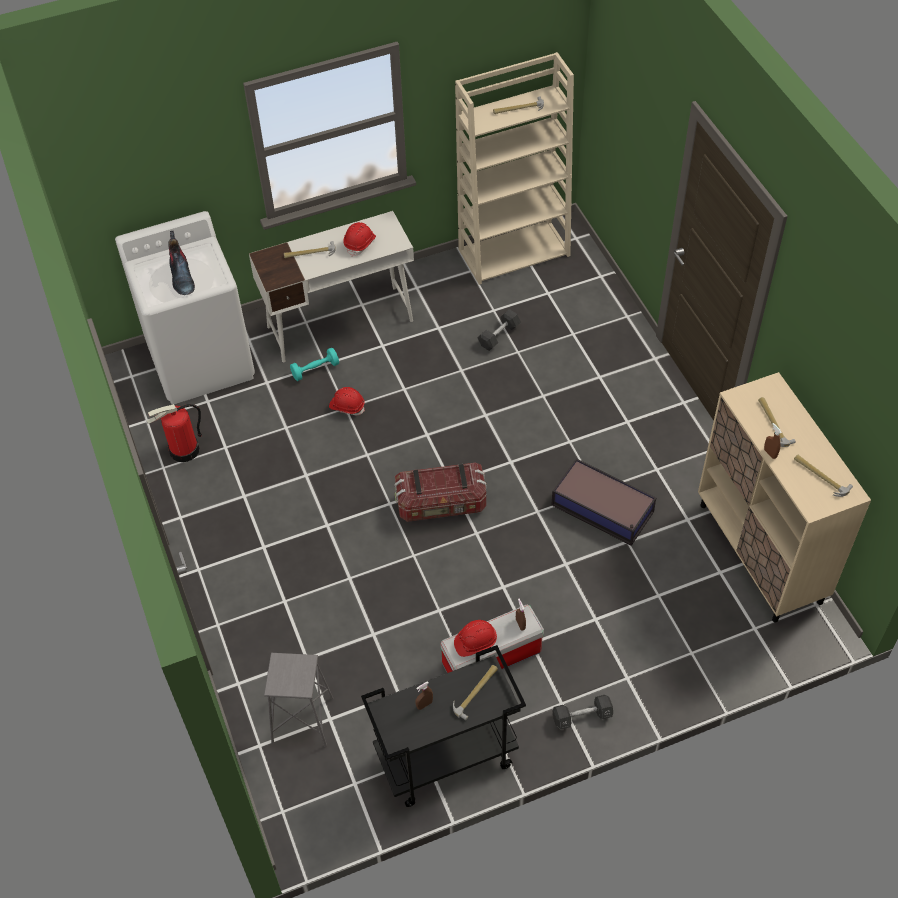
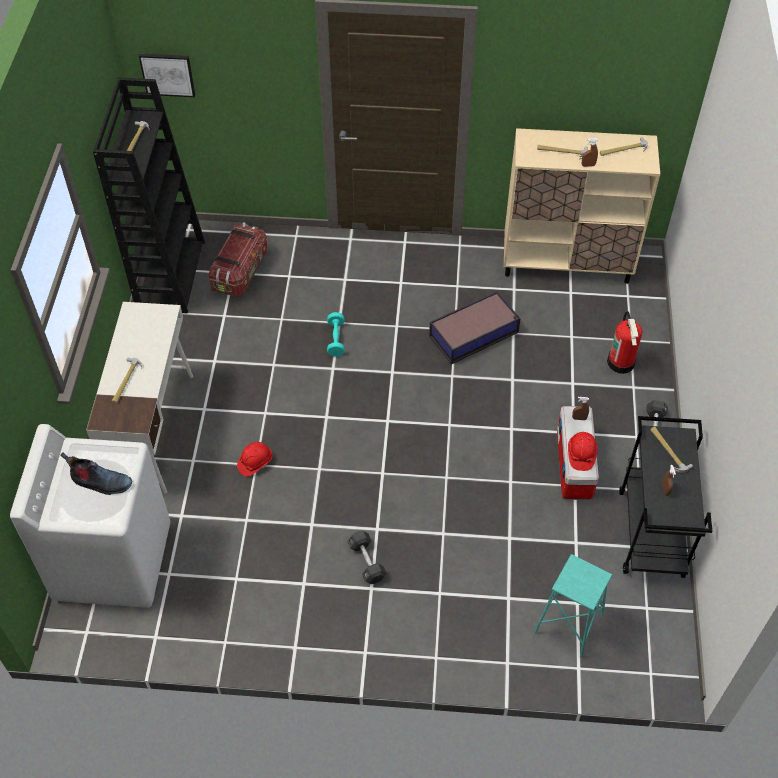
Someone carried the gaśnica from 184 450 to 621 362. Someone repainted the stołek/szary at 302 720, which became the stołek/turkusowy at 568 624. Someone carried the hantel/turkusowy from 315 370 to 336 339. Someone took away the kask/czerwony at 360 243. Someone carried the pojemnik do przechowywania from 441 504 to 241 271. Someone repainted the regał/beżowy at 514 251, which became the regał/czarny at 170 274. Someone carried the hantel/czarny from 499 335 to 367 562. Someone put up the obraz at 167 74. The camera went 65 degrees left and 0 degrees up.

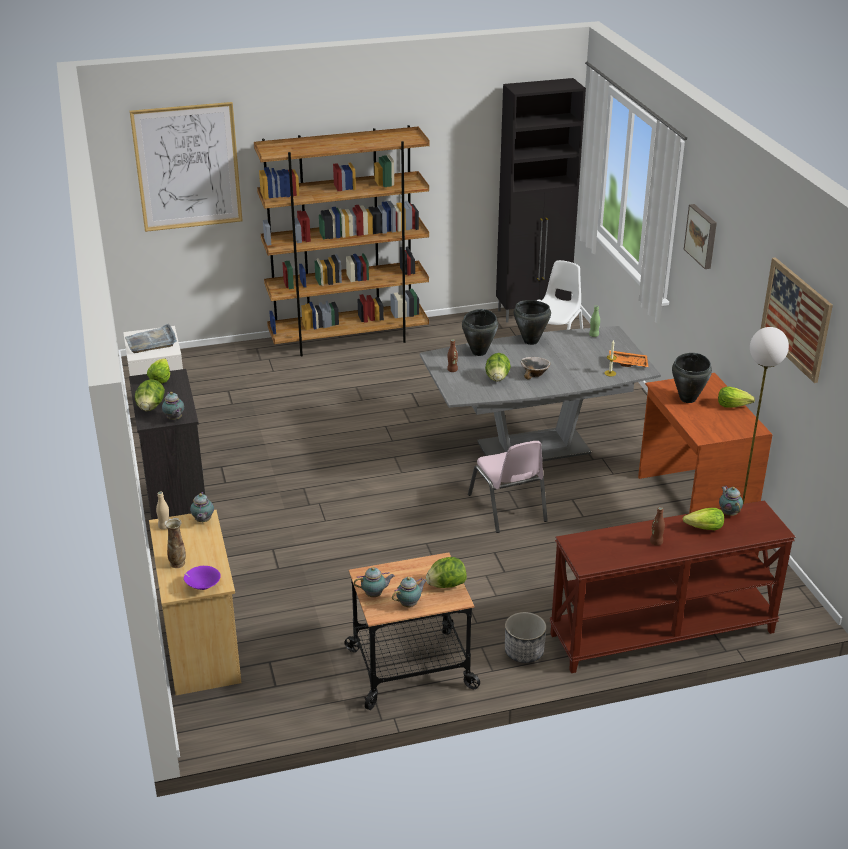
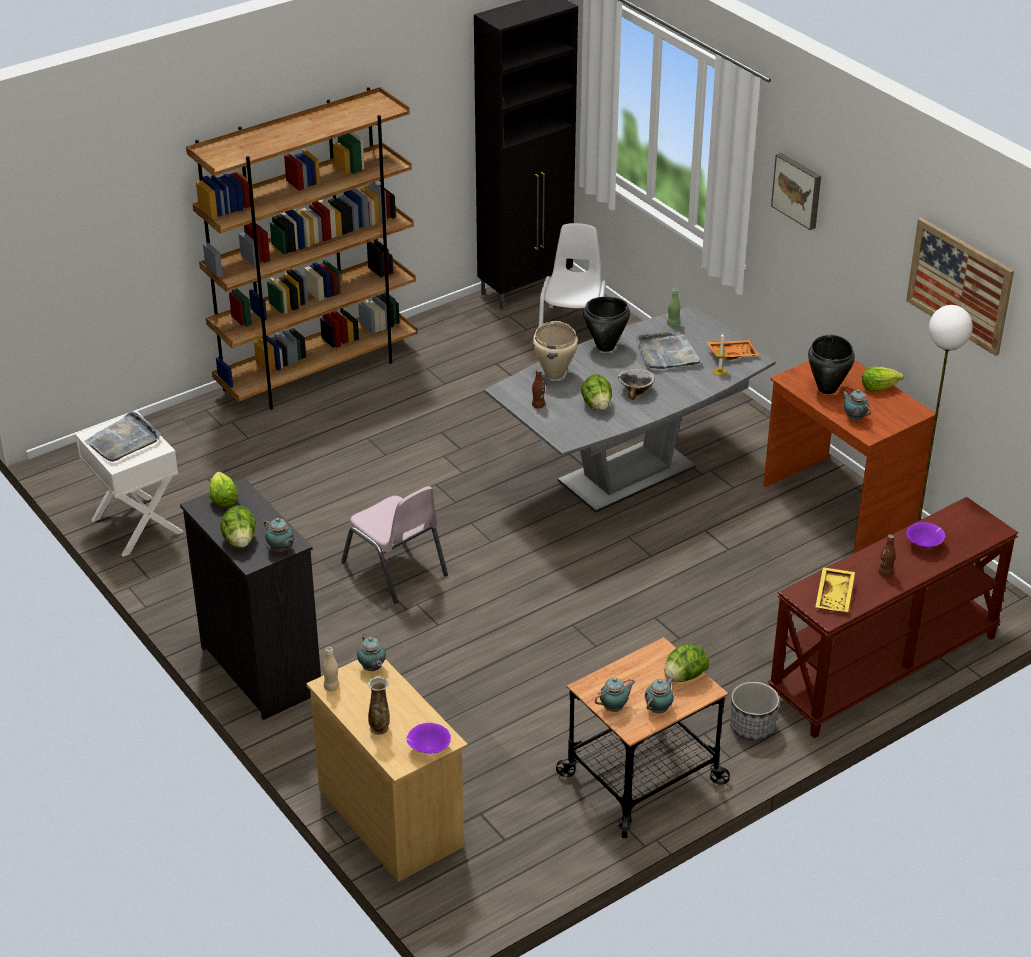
Someone took away the obraz at 187 167. Someone repainted the garnek/czarny at 479 352, which became the garnek/beżowy at 555 374. Someone carried the krzesło/różowy from 507 508 to 395 569. Someone swapped the sałata at 704 528 for the miska/fioletowy at 924 545. Someone carried the imbryk from 728 513 to 854 417. Someone put down the taca/szary at 667 354. Someone put down the taca/żółty at 835 596. The camera went 20 degrees left and 5 degrees up.

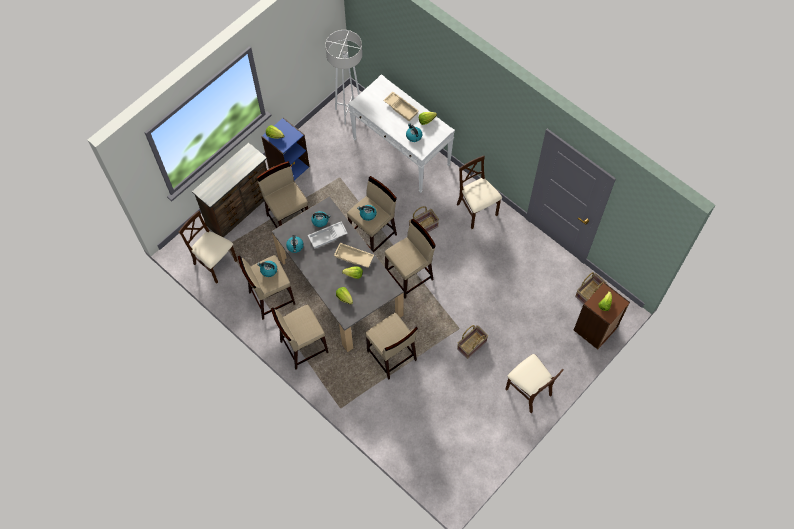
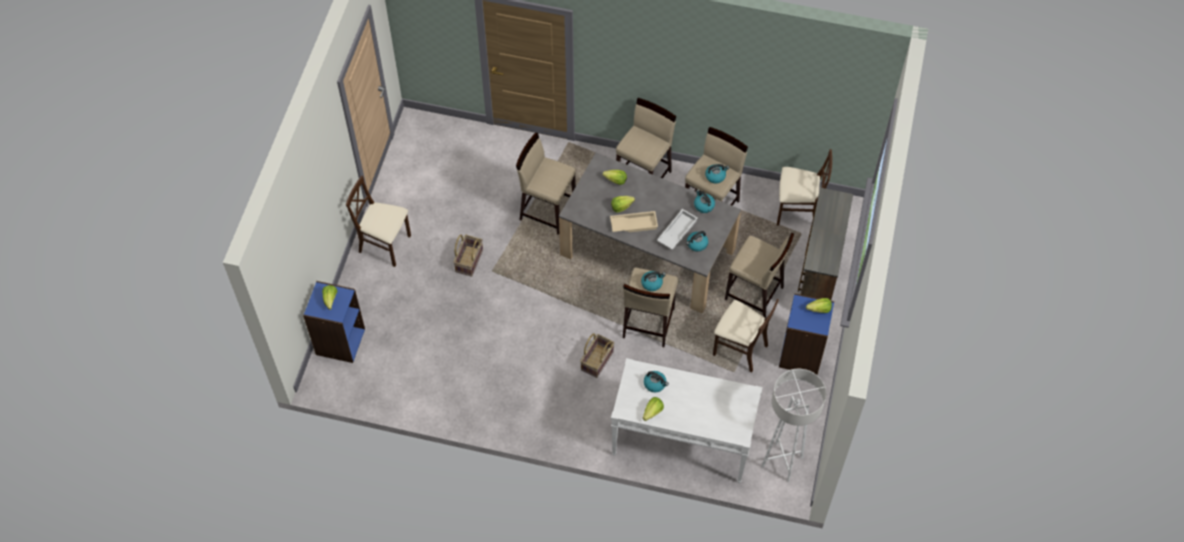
Someone took away the taca/beżowy at 401 108. Someone took away the stołek/beżowy at 409 277. Someone carried the krzesło/beżowy from 476 210 to 740 349. Someone repainted the regał/brązowy at 595 329, which became the regał/niebieski at 340 341. Someone took away the koszyk at 589 293. The camera went 150 degrees right and 5 degrees down.

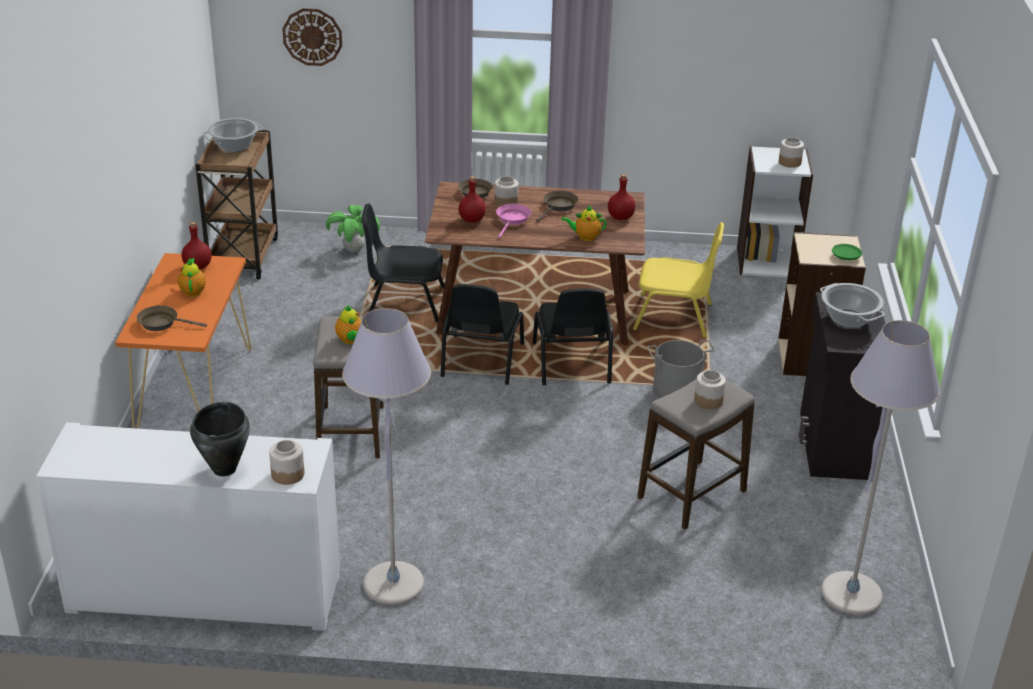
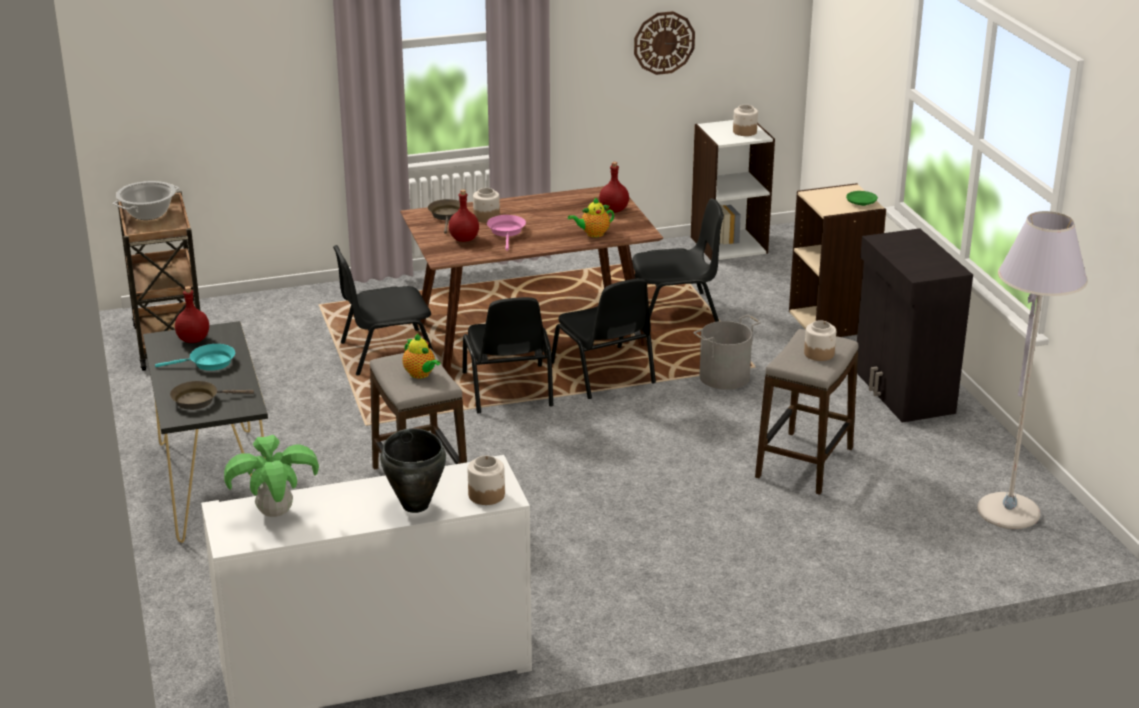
Someone repainted the stolik konsolowy/pomarańczowy at 195 390, which became the stolik konsolowy/czarny at 215 483. Someone swapped the imbryk at 193 291 for the patelnia/turkusowy at 208 363. Someone carried the zegar ścienny from 312 36 to 664 42. Someone carried the roślina doniczkowa from 353 250 to 274 513. Someone took away the lampa stojąca/szary at 393 584. Someone took away the patelnia/brązowy at 558 207. Someone repainted the krzesło/żółty at 674 317, which became the krzesło/czarny at 674 311. Someone took away the garnek at 848 319. The camera went 20 degrees left and 5 degrees down.

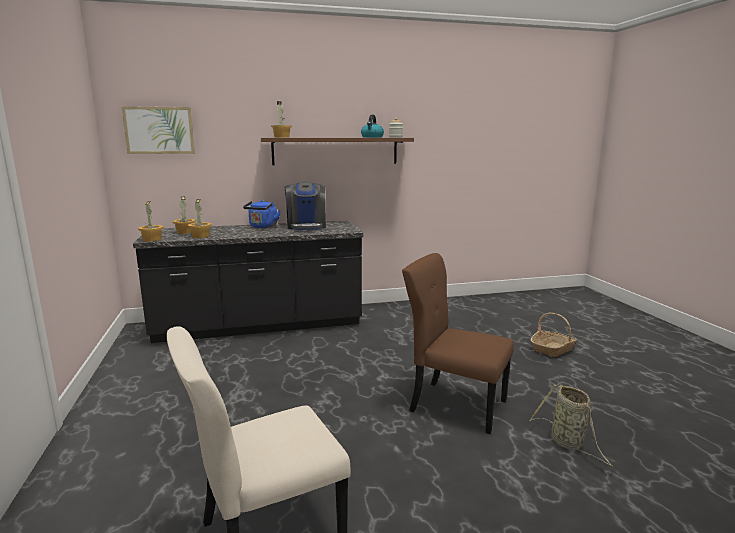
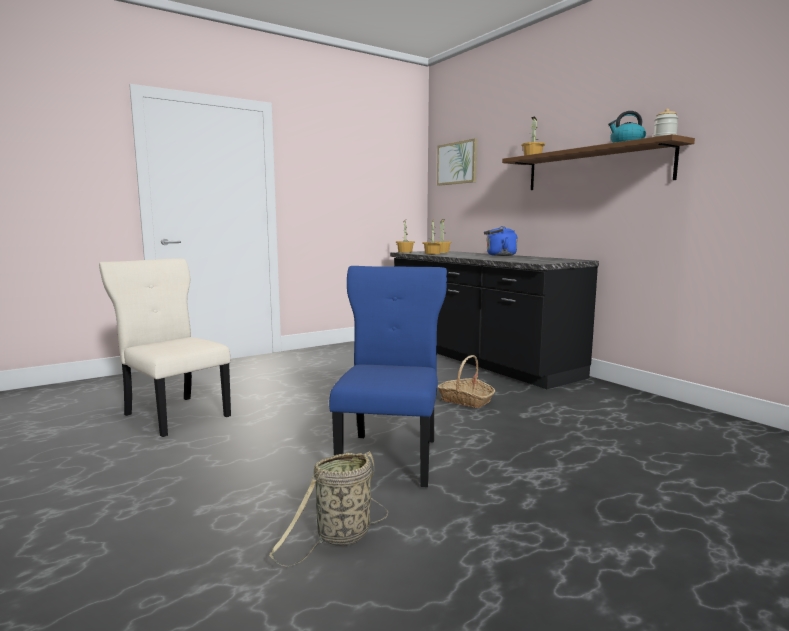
Someone took away the ekspres do kawy at 306 226. Someone repainted the krzesło/brązowy at 454 404, which became the krzesło/niebieski at 391 456. Someone carried the koszyk from 552 349 to 466 400. The camera went 70 degrees right and 5 degrees down.

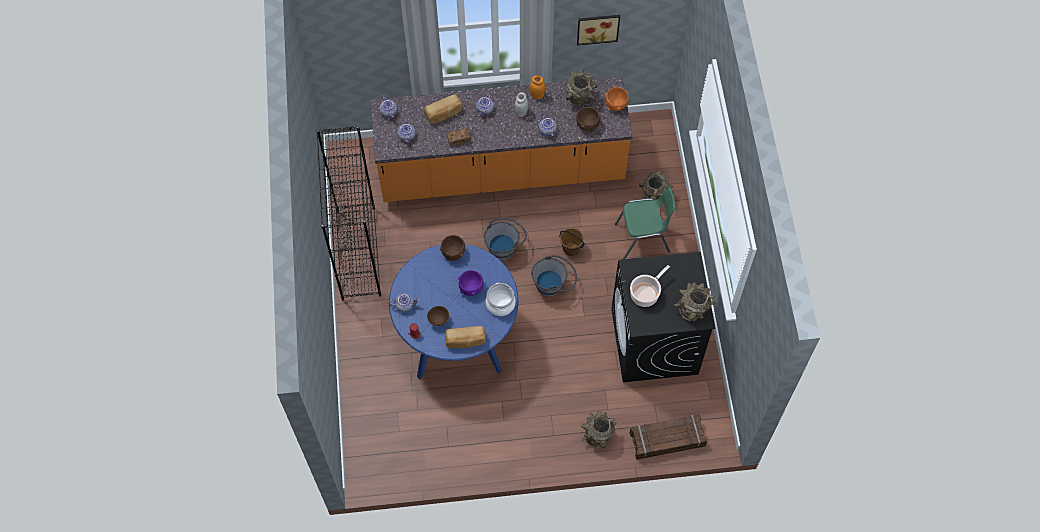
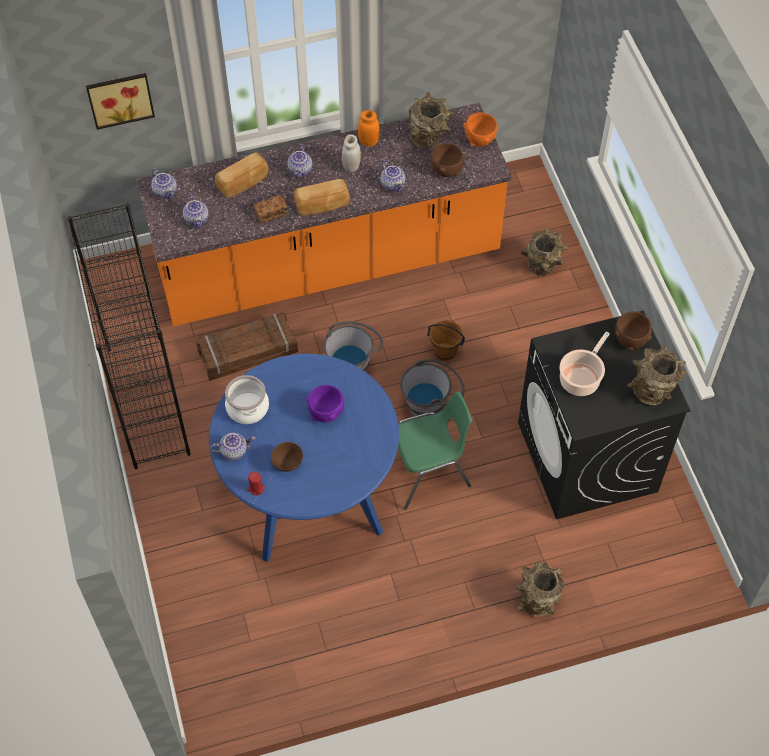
Someone carried the miska/brązowy from 453 253 to 630 340. Someone carried the chleb from 465 341 to 322 205. Someone carried the garnek from 501 304 to 248 407. Someone carried the obraz from 597 27 to 120 98. Someone carried the krzesło/zielony from 643 239 to 428 473. Someone carried the skrzynka from 667 440 to 248 352. The camera went 10 degrees left and 5 degrees down.

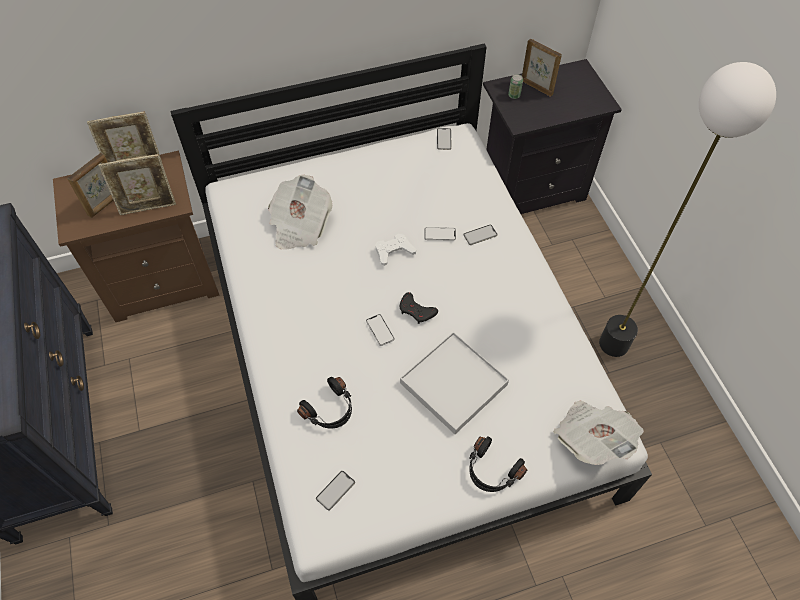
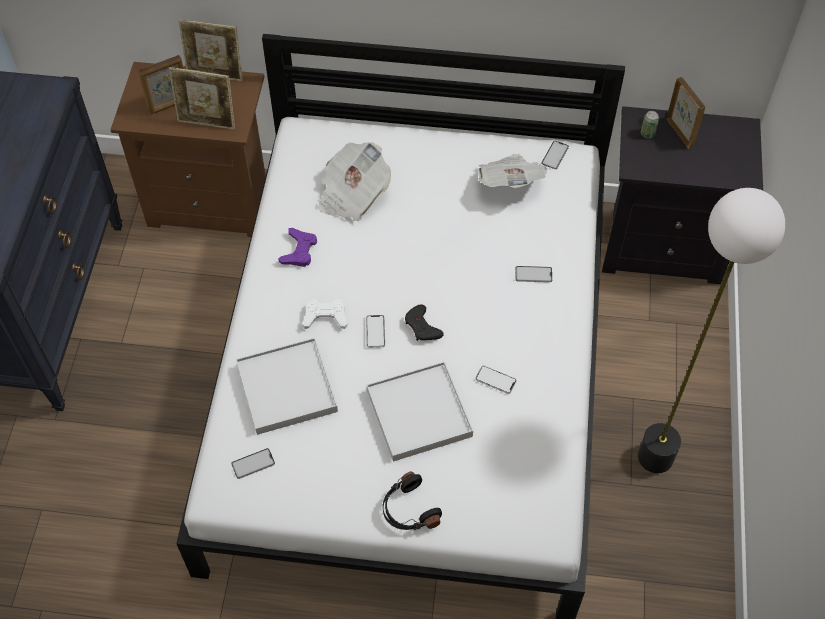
Someone swapped the słuchawki/czarny at 330 410 for the taca/biały at 286 388. Someone carried the pad do gier/biały from 394 251 to 325 317. Someone carried the telefon from 440 234 to 495 380. Someone carried the gazeta from 592 438 to 510 183. Someone put down the pad do gier/fioletowy at 299 251. The camera went 25 degrees right and 0 degrees up.

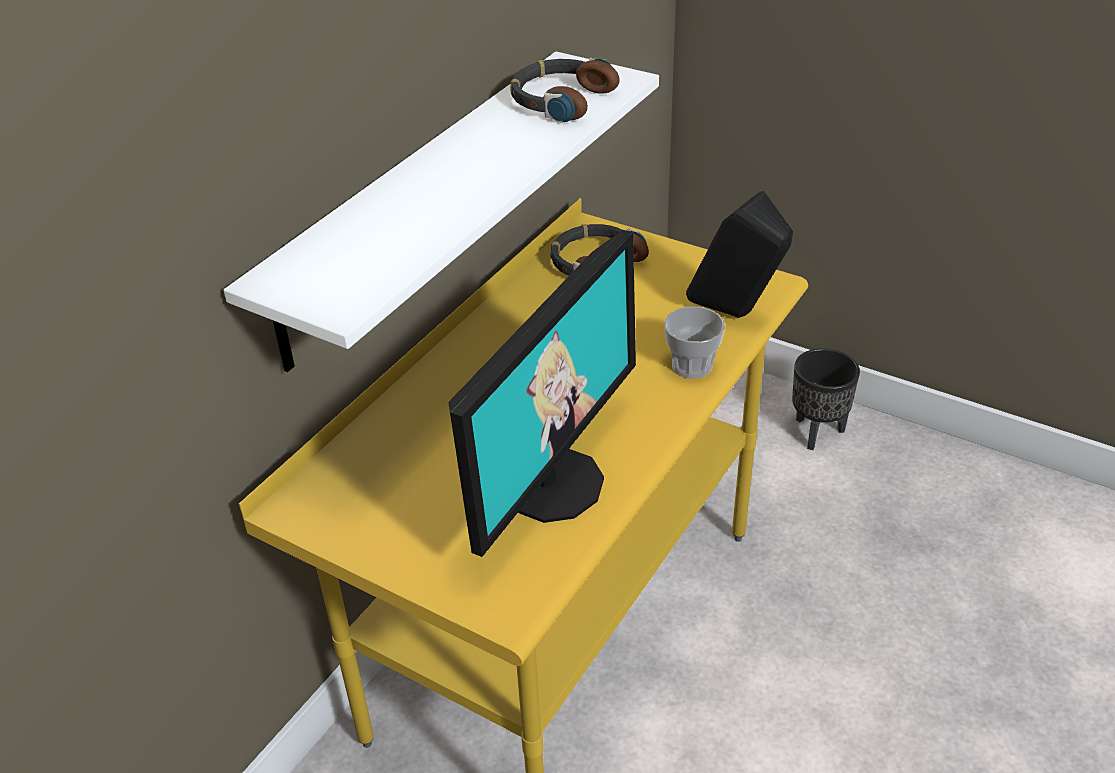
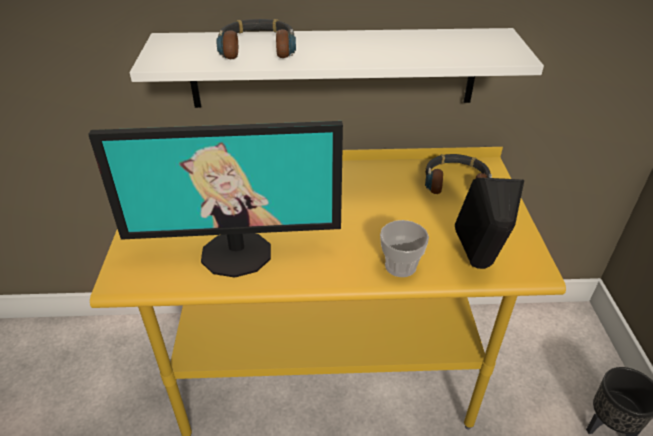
Someone carried the słuchawki from 560 100 to 258 48. The camera went 55 degrees right and 0 degrees up.

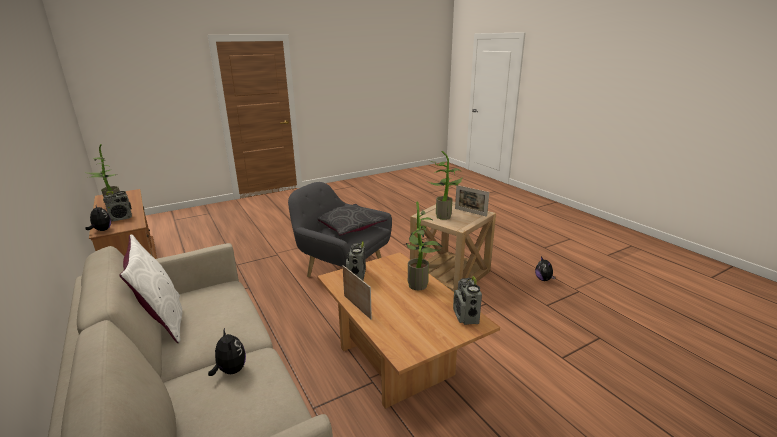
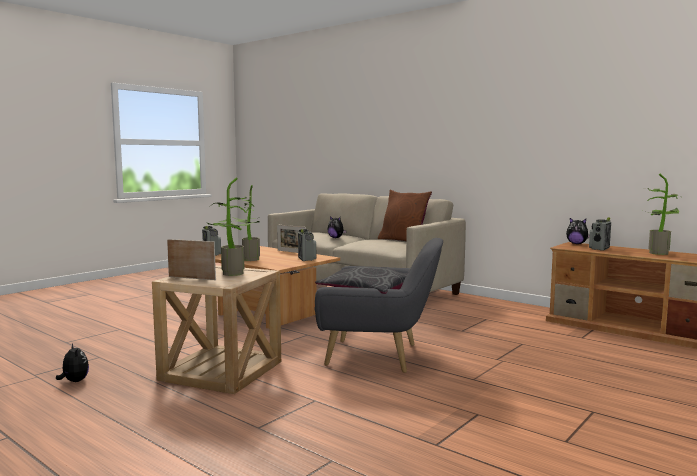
Someone repainted the poduszka/biały at 163 321, which became the poduszka/brązowy at 403 241. The camera went 160 degrees right and 15 degrees down.

